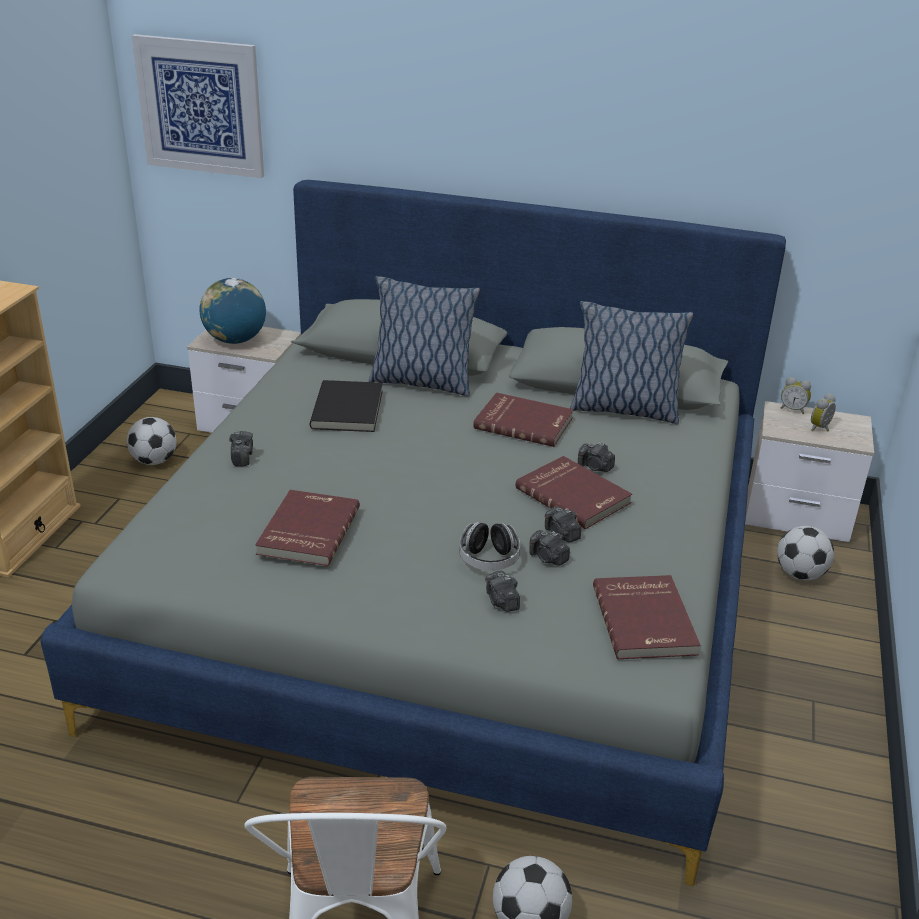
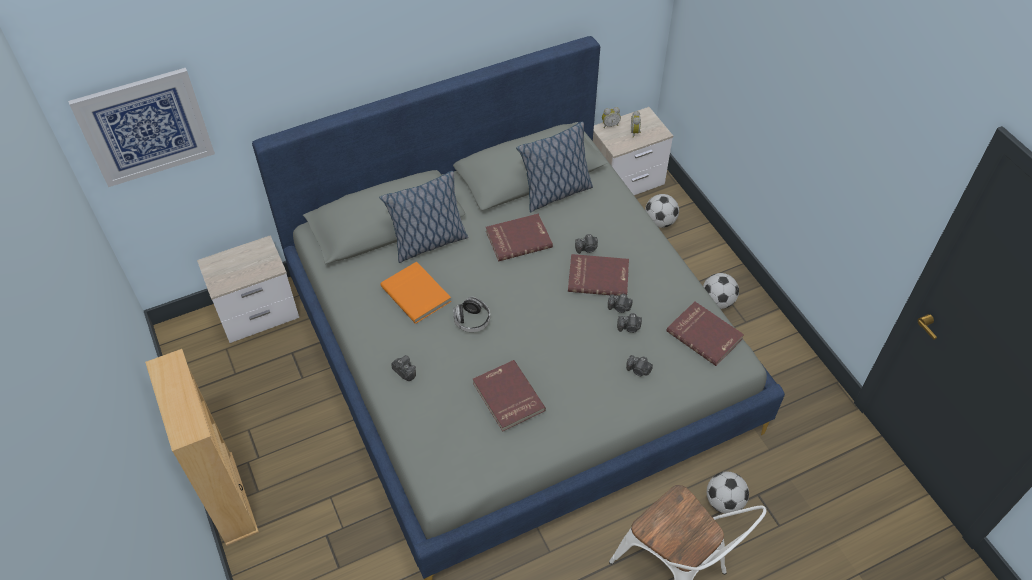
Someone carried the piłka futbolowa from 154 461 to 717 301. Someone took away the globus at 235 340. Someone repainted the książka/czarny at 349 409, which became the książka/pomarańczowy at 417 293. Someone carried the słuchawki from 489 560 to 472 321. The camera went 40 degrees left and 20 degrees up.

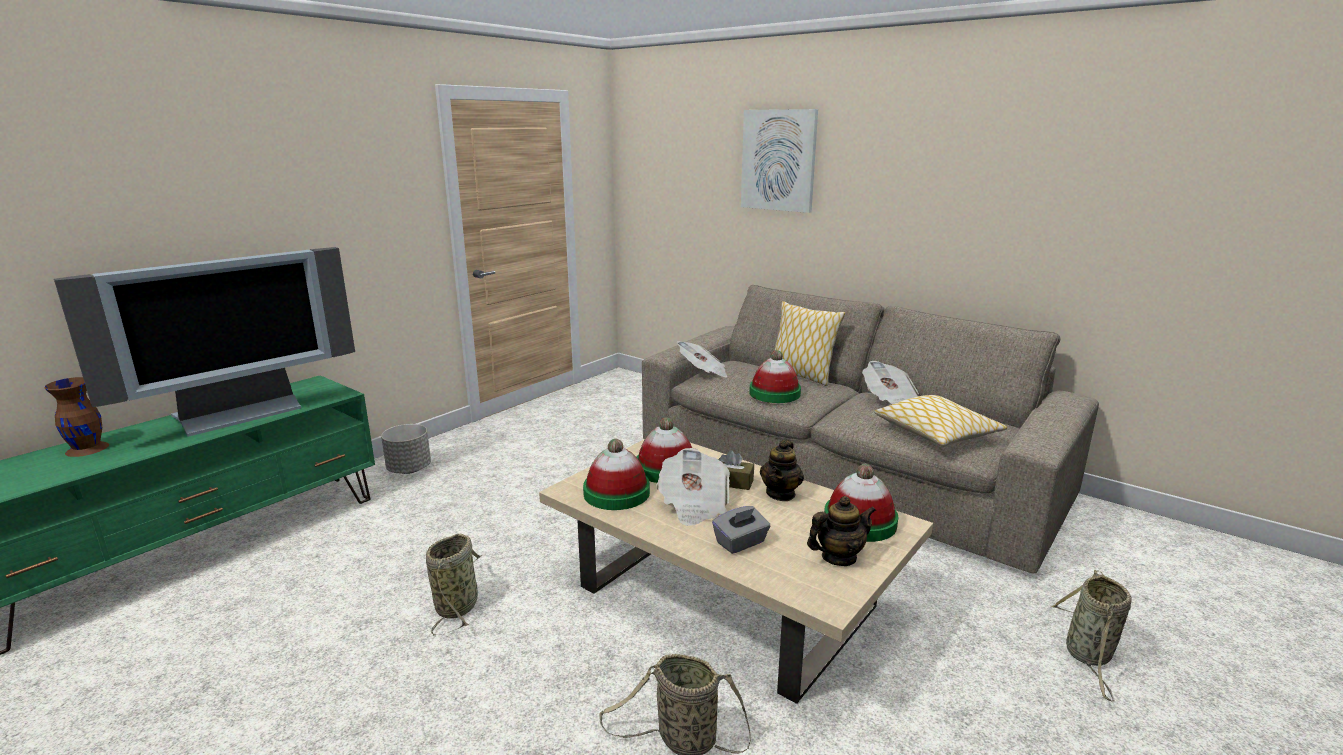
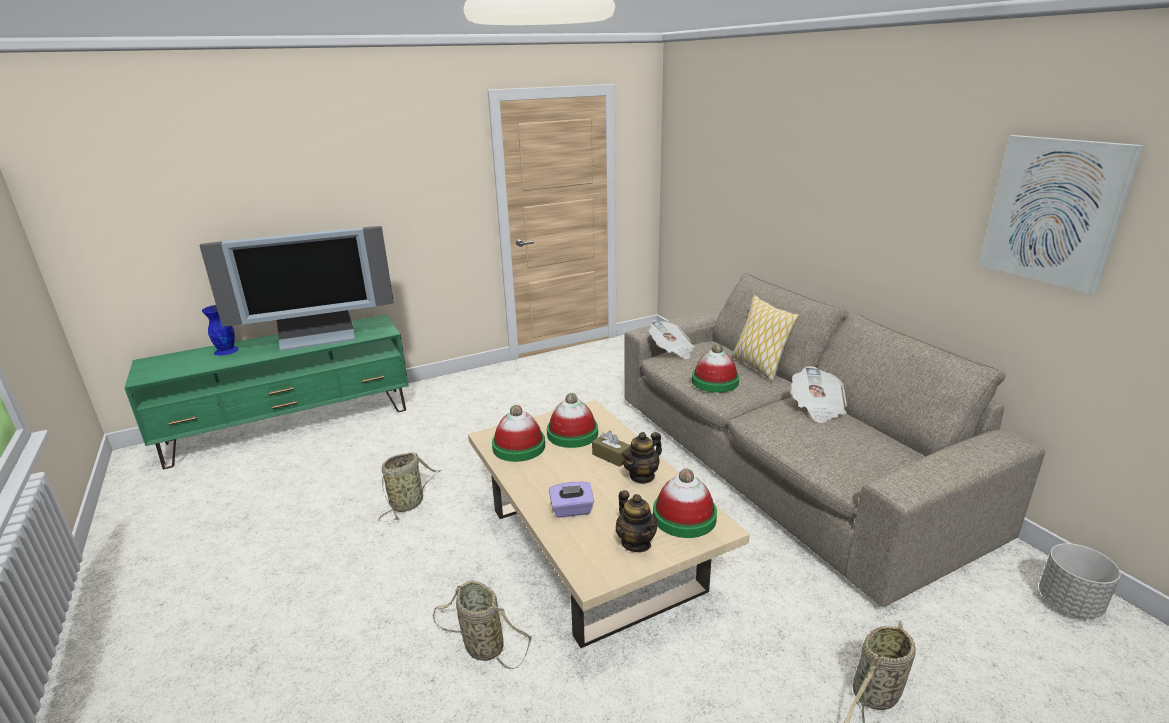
Someone repainted the wazon/brązowy at 88 448, which became the wazon/niebieski at 227 350. Someone carried the donica/szary from 409 469 to 1069 603. Someone took away the gazeta at 693 505. Someone repainted the pudełko chusteczek/szary at 741 543, which became the pudełko chusteczek/fioletowy at 572 510. Someone carried the obraz from 778 160 to 1054 211. Someone rotated the imbryk at 838 557 by 60 degrees clockwise. Someone took away the poduszka at 937 433. The camera went 25 degrees right and 5 degrees up.

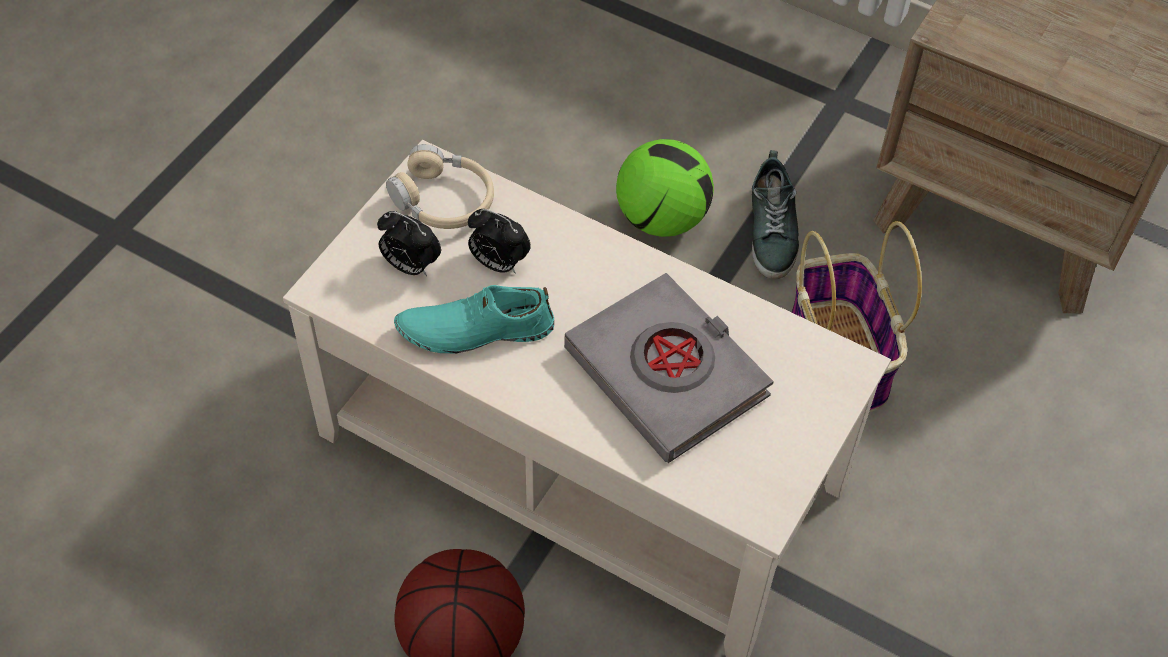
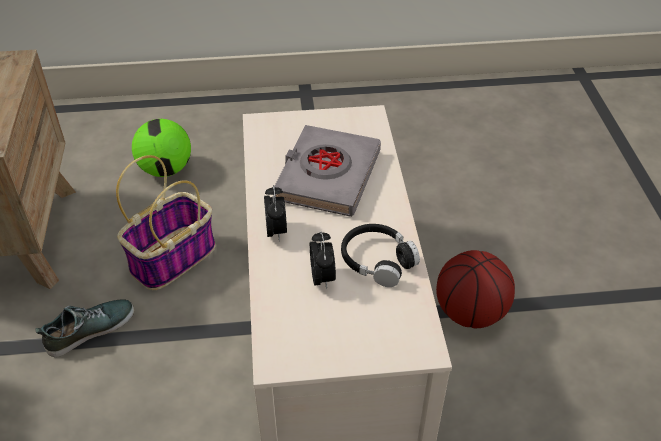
Someone carried the budzik from 410 266 to 276 231. Someone took away the słuchawki/beżowy at 443 200. Someone swapped the but/turkusowy at 475 329 for the słuchawki/czarny at 377 261. Someone carried the piłka futbolowa from 662 219 to 166 169. The camera went 125 degrees left and 10 degrees down.

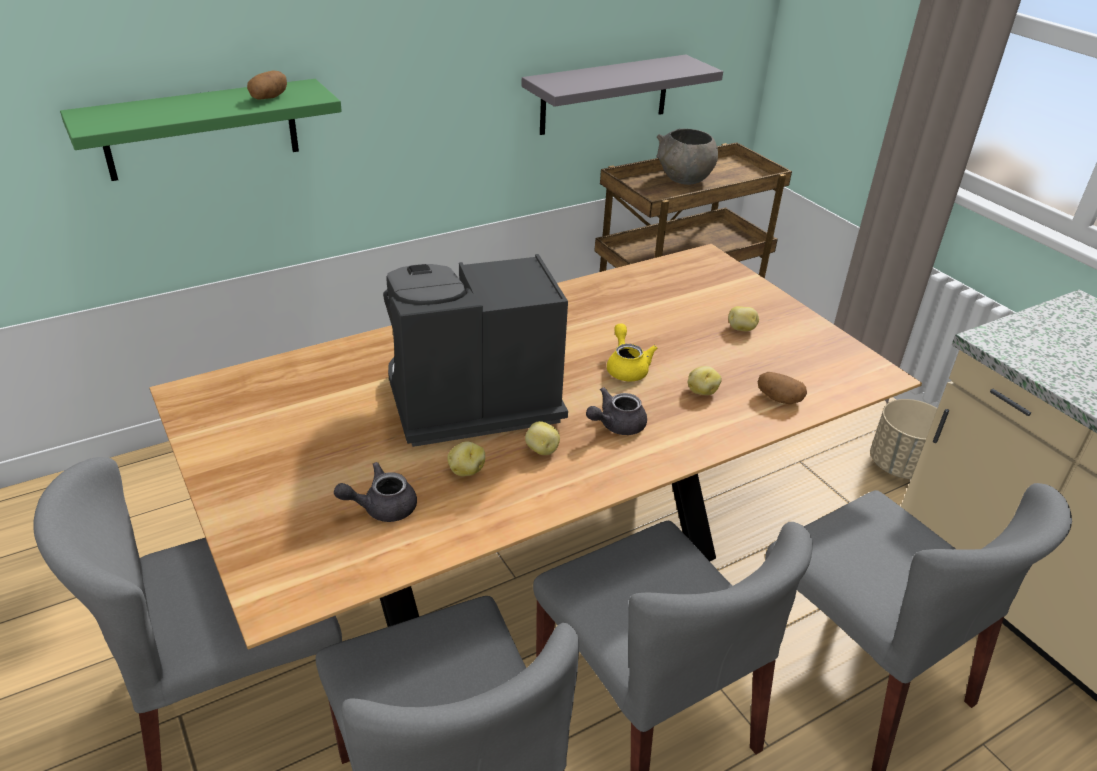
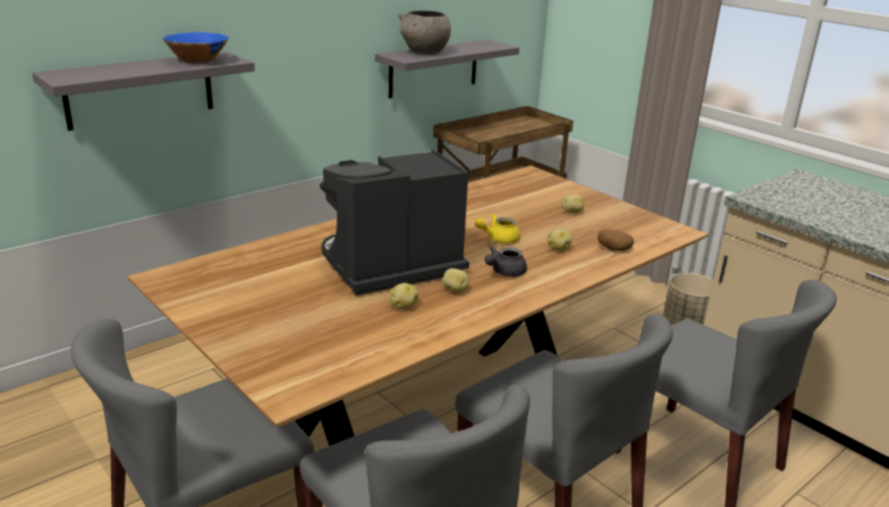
Someone repainted the półka/zielony at 202 129, which became the półka/szary at 140 90. Someone swapped the ziemniak at 269 98 for the miska/niebieski at 197 62. Someone took away the imbryk/szary at 381 507. Someone rotated the imbryk/żółty at 626 367 by 90 degrees counterclockwise. Someone carried the miska/szary from 684 180 to 425 52. The camera went 10 degrees left and 10 degrees down.

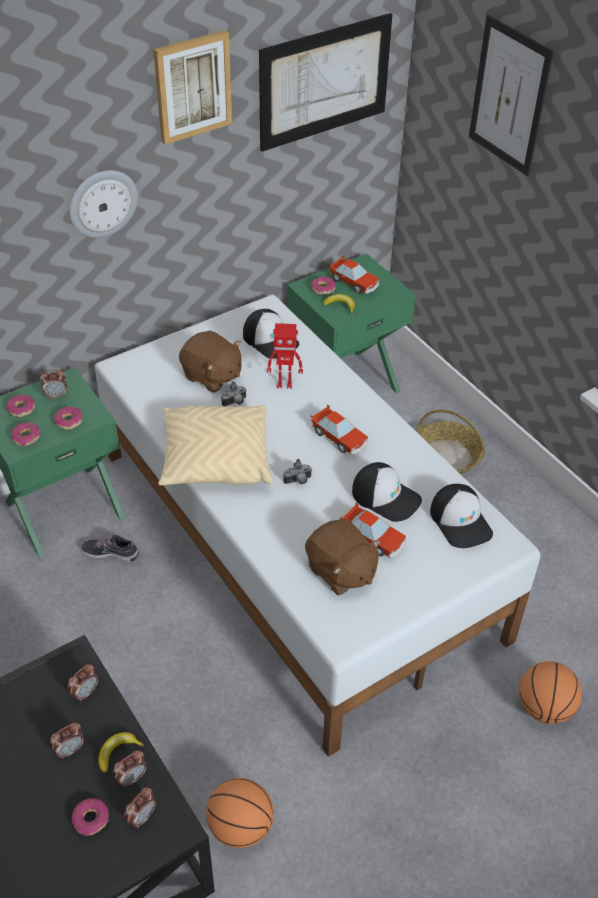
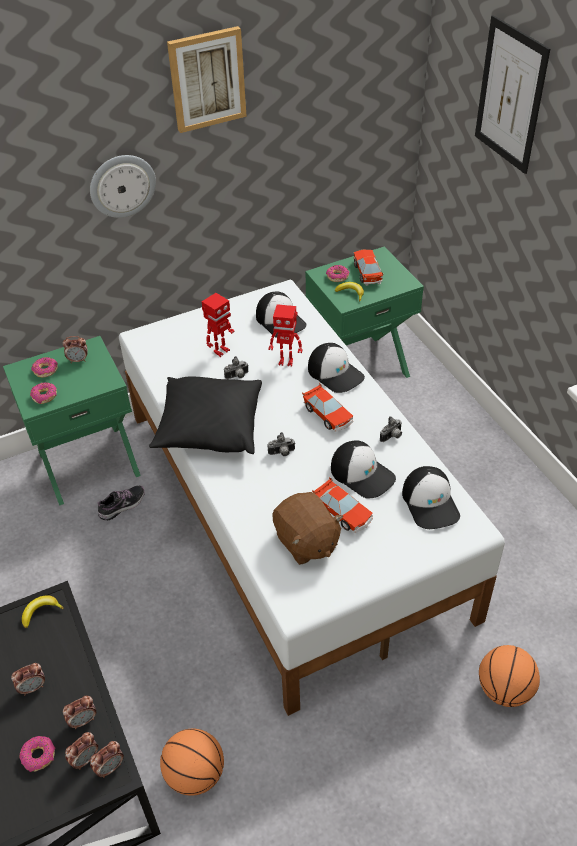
Someone took away the donut at 69 421. Someone carried the budzik from 85 692 to 110 767. Someone rotated the but at 111 552 by 120 degrees clockwise. Someone carried the banan from 117 752 to 41 612. Someone repainted the poduszka/beżowy at 216 459, which became the poduszka/czarny at 210 427. Someone swapped the pluszak/brązowy at 212 376 for the robot zabawkowy at 221 351. Someone took away the obraz at 325 82. Someone rotated the samochodzik at 354 283 by 150 degrees counterclockwise. Someone took away the koszyk at 448 456. Someone put down the czapka z daszkiem at 335 373. Someone put down the aparat fotograficzny at 392 437. The camera went 10 degrees right and 0 degrees up.

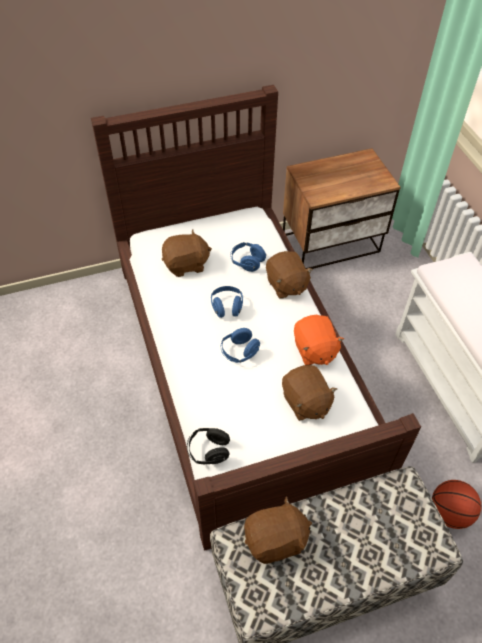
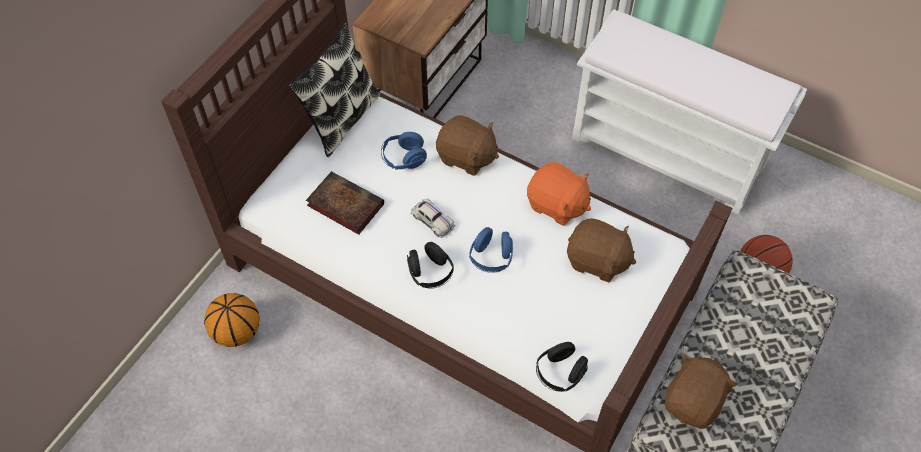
Someone swapped the pluszak/brązowy at 186 265 for the książka at 343 205. Someone swapped the słuchawki/niebieski at 227 307 for the samochodzik/biały at 432 221. Someone put down the piłka do koszykówki at 237 331. Someone put down the poduszka at 341 119. Someone put down the słuchawki/czarny at 430 273. The camera went 40 degrees left and 5 degrees up.

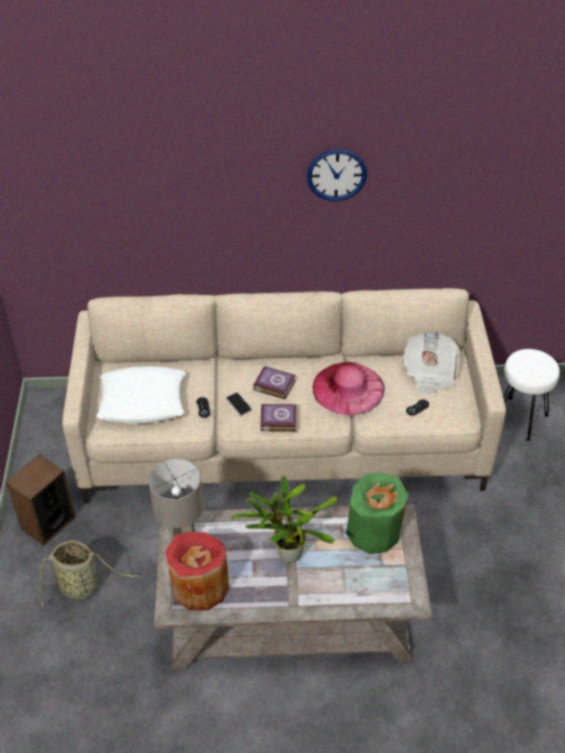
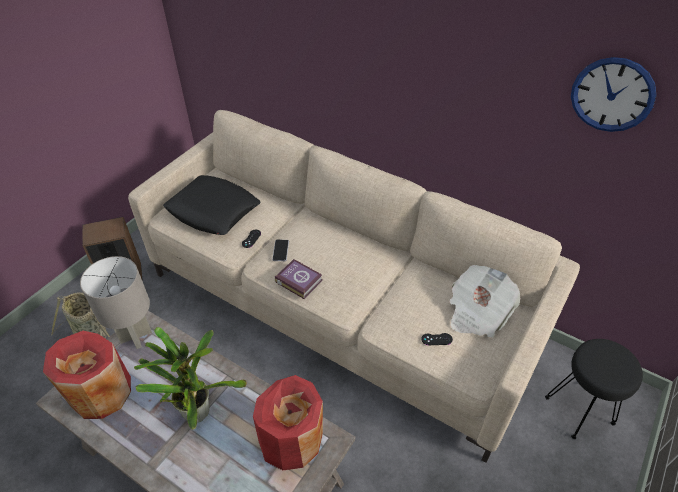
Someone repainted the poduszka/biały at 143 401, which became the poduszka/czarny at 213 210. Someone took away the książka at 274 384. Someone carried the zegar ścienny from 336 174 to 612 95. Someone took away the kapelusz/różowy at 348 388. Someone repainted the wazon/zielony at 374 530, which became the wazon/czerwony at 292 439. Someone repainted the stołek/biały at 519 418, which became the stołek/czarny at 580 410. The camera went 35 degrees right and 0 degrees up.

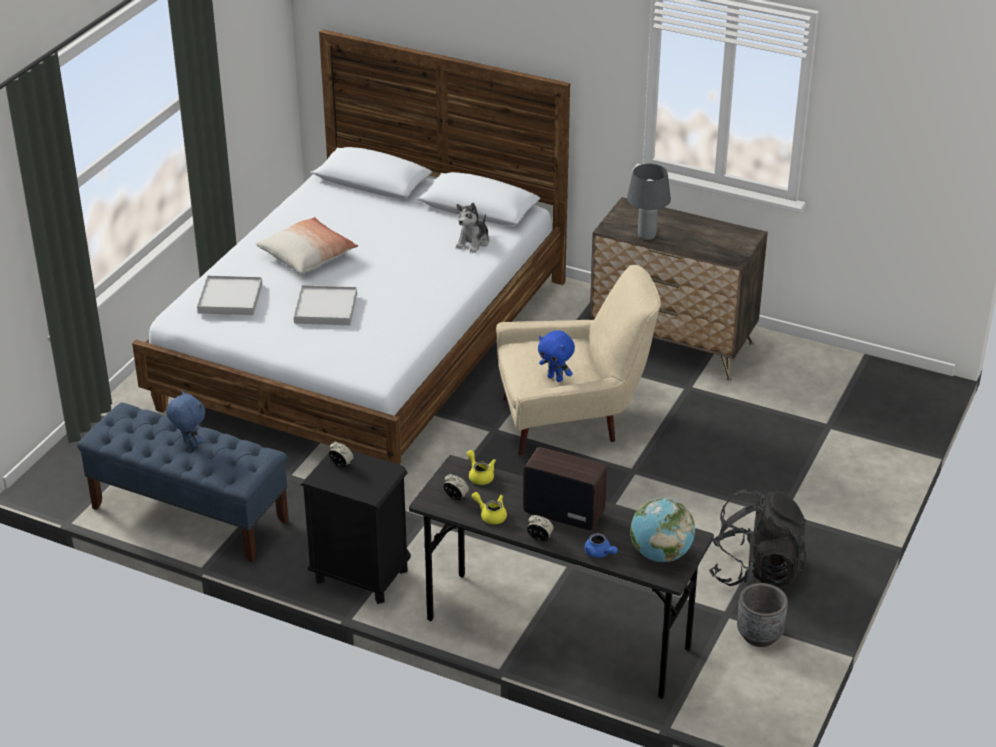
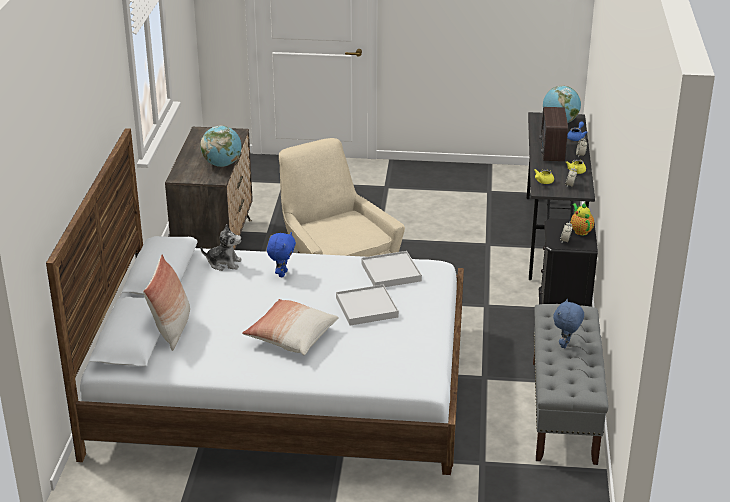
Someone repainted the ławka/niebieski at 189 514, which became the ławka/szary at 563 411. Someone carried the taca/biały from 230 298 to 391 272. Someone carried the pluszak/niebieski from 556 378 to 282 274. Someone swapped the lampa stołowa/szary at 647 236 for the globus at 222 164. Someone took away the plecak/czarny at 756 570. Someone took away the donica/szary at 759 635. Someone put down the poduszka at 172 330. Someone put down the imbryk at 580 230. The camera went 110 degrees left and 5 degrees down.

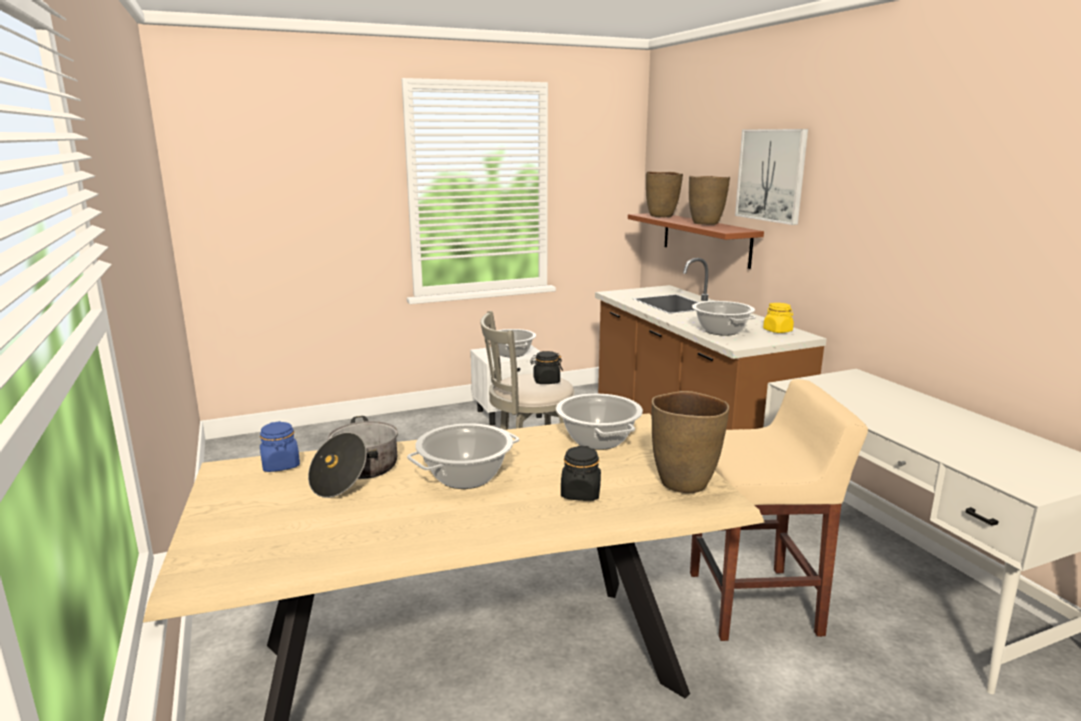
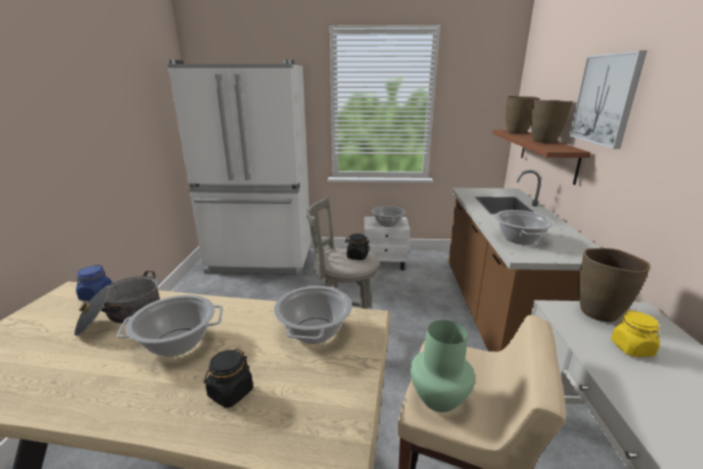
Someone carried the wazon/brązowy from 683 483 to 598 312. Someone carried the słoik/żółty from 777 331 to 632 348. Someone put down the lodówka/biały at 260 261. Someone put down the wazon/zielony at 439 398. The camera went 25 degrees right and 5 degrees up.

